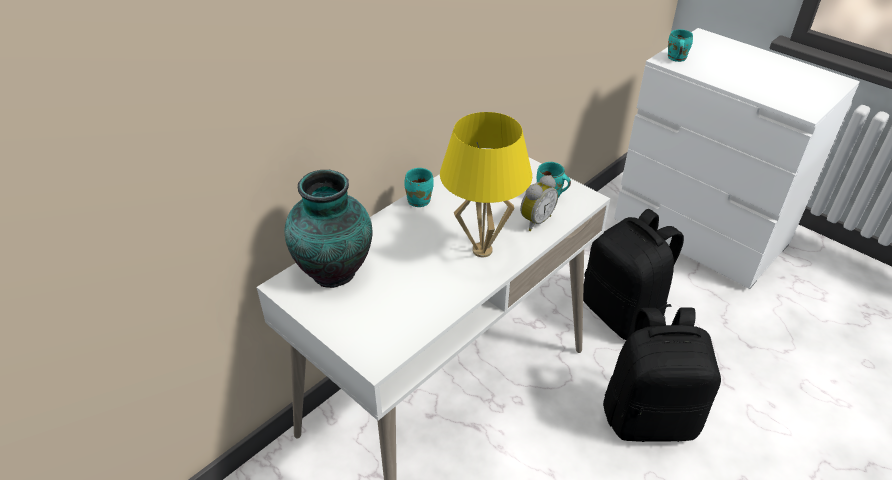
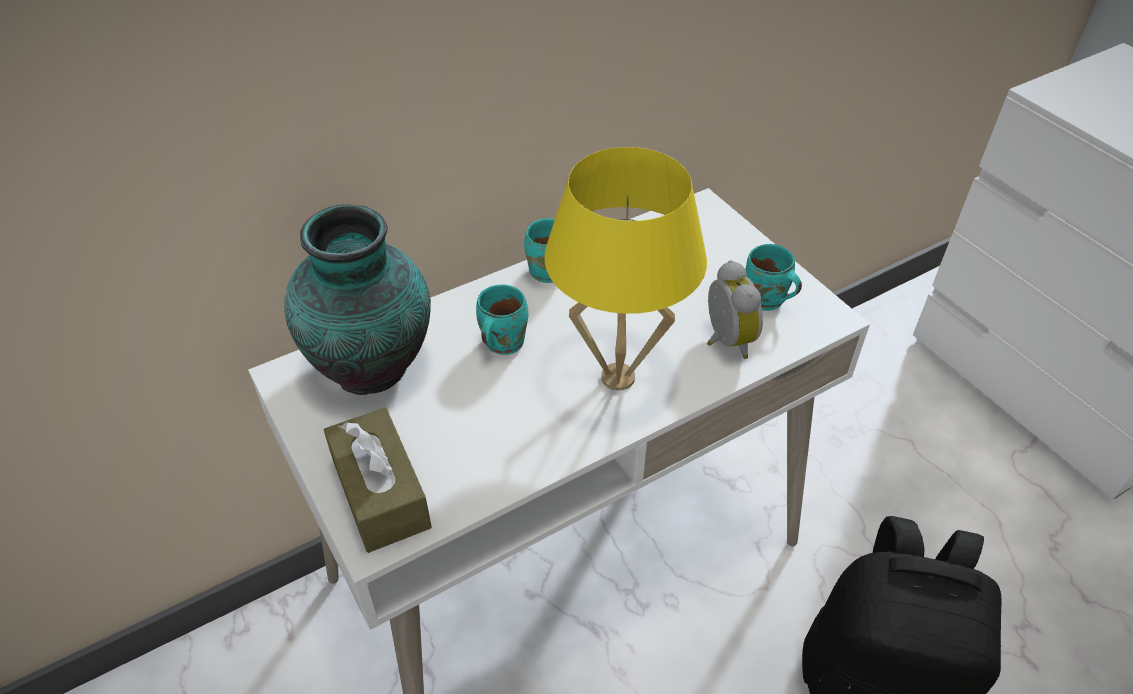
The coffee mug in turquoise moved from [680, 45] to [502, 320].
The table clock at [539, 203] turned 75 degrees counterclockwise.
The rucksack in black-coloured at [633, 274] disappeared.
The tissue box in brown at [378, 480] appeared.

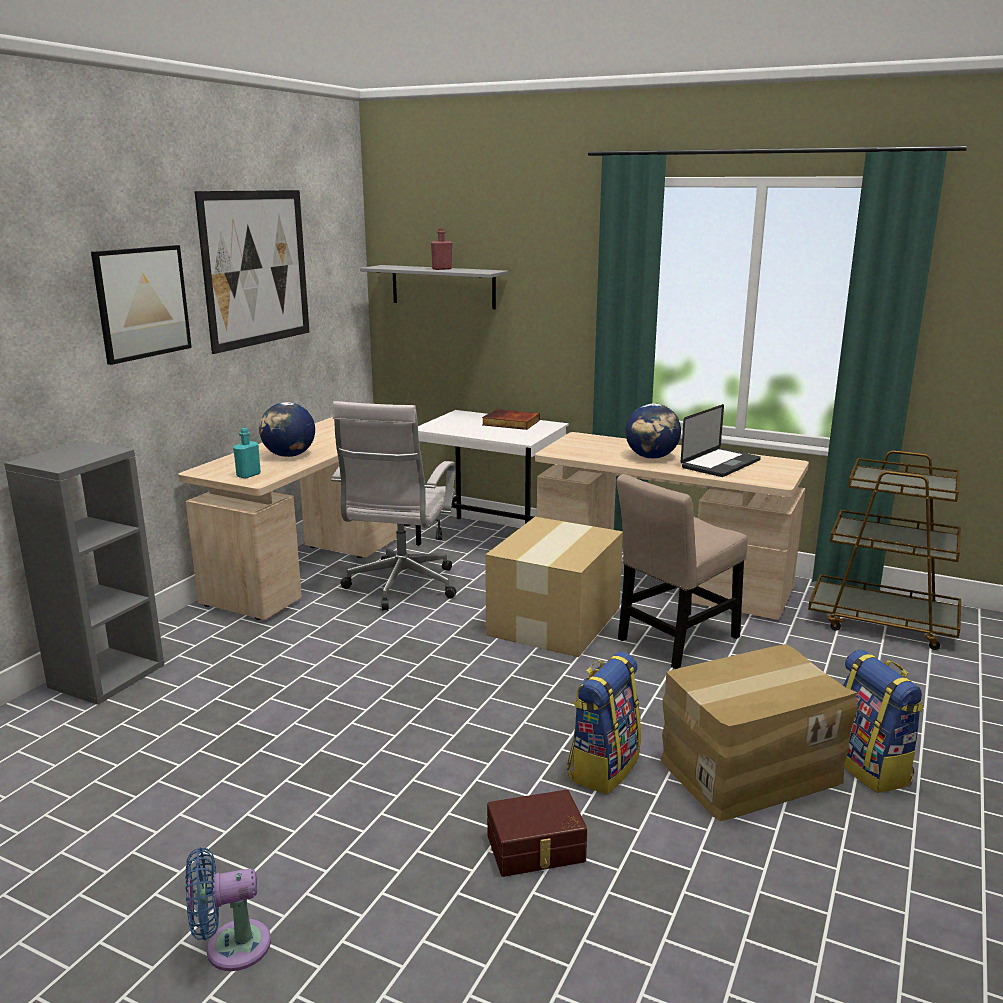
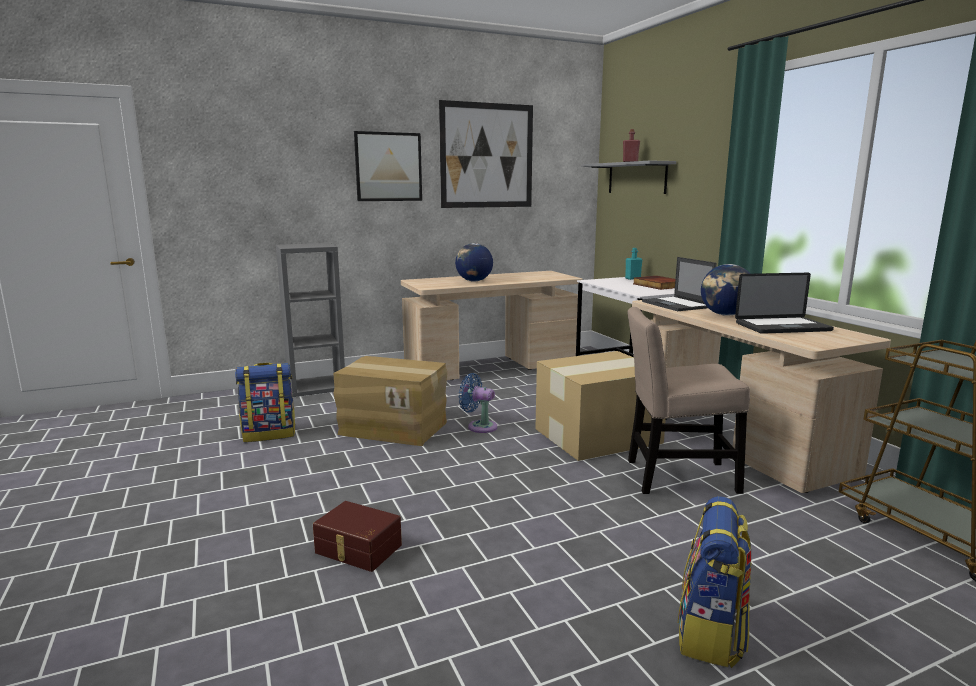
The desk chair in white at [393, 506] disappeared.
The beverage bottle in turquoise moved from [247, 453] to [634, 264].
The packing box moved from [759, 732] to [390, 401].
The rucksack moved from [604, 723] to [265, 402].
The fan in blue moved from [228, 909] to [478, 403].
The laptop at [679, 284] appeared.

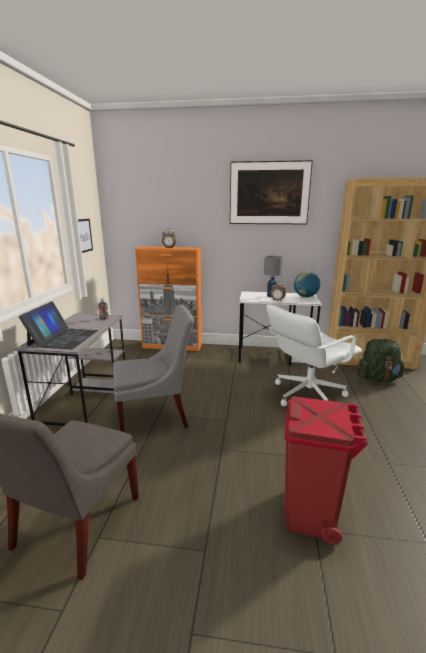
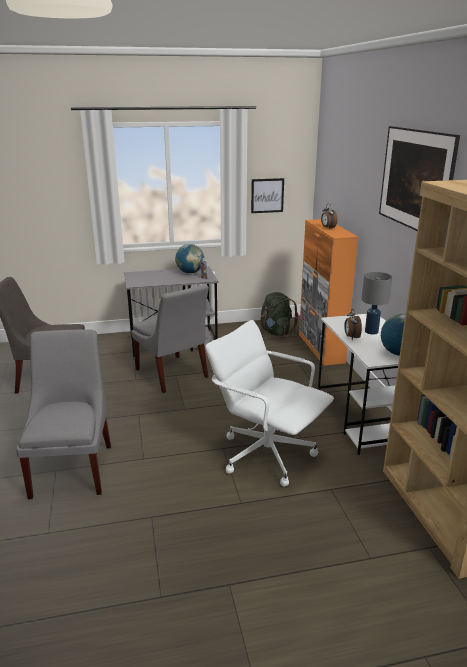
The laptop at [58, 325] disappeared.
The rucksack in greenish moved from [380, 360] to [280, 314].
The trash can in red at [326, 470] was replaced by the plain chair in grey at [63, 414].
The desk globe at [189, 258] appeared.

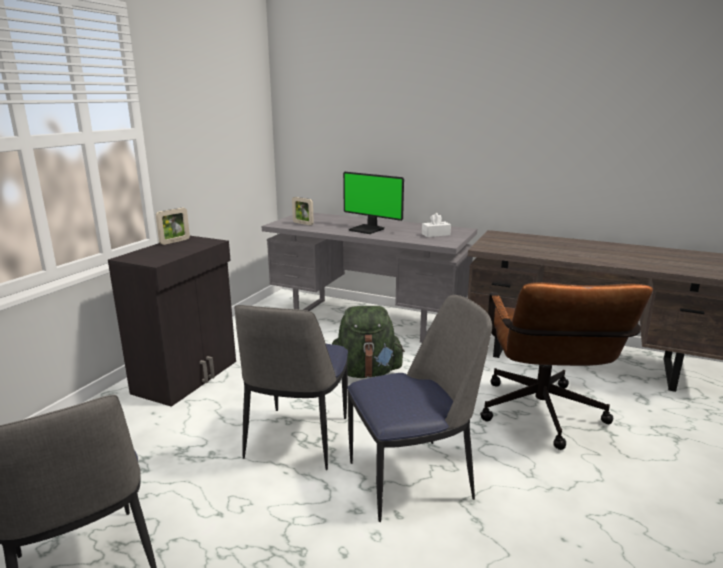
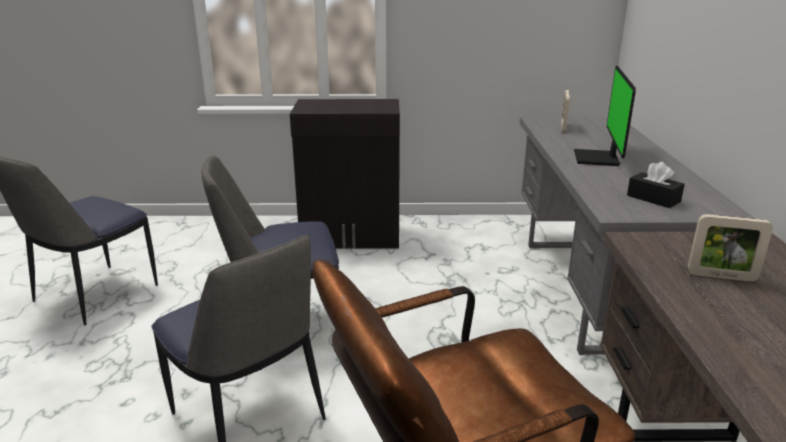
The photo frame moved from [173, 226] to [730, 248].
The tissue box in white at [436, 225] became the tissue box in black-coloured at [656, 185].
The rucksack in greenish at [368, 342] disappeared.

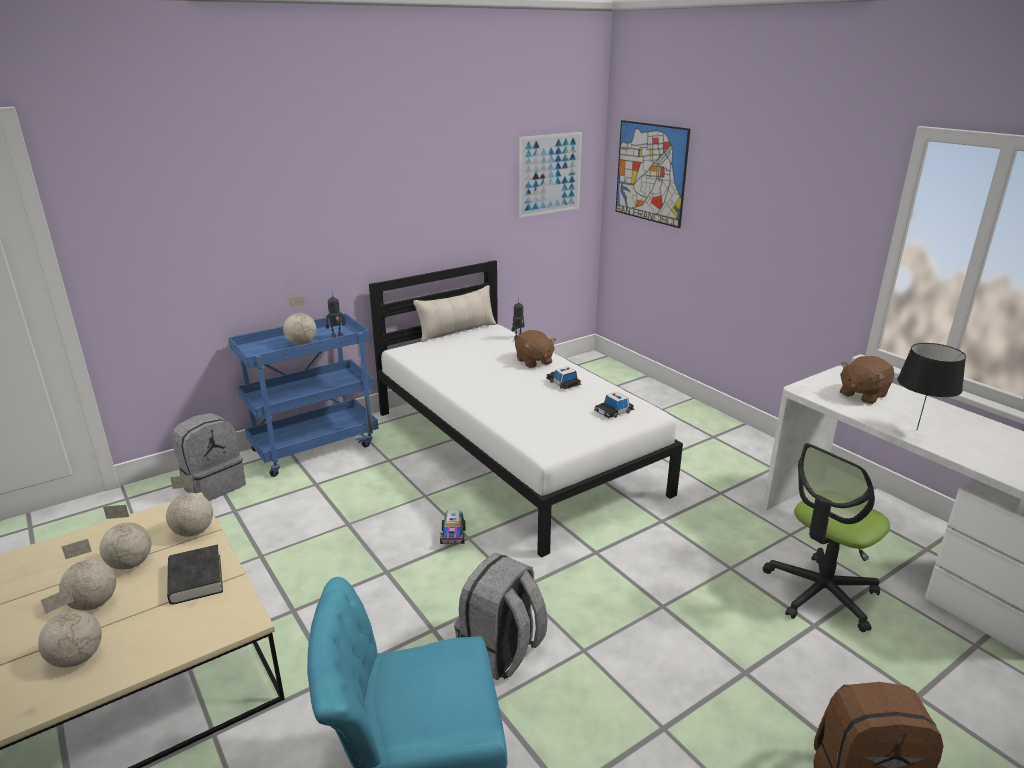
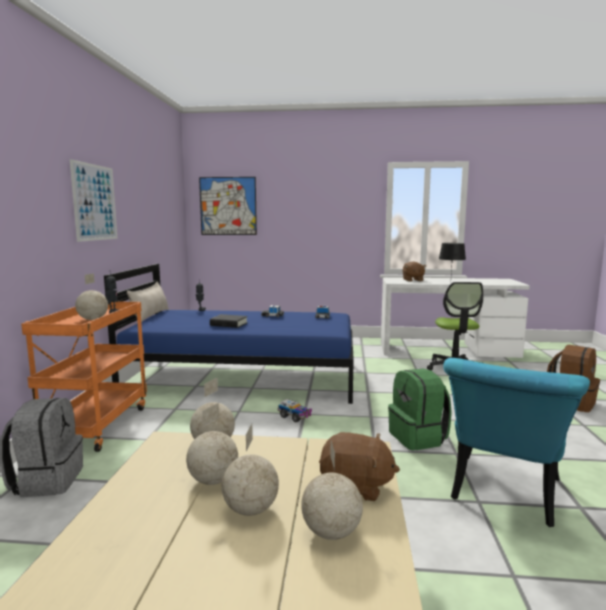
The wall art moved from [550, 175] to [94, 200].
The sleeping bed in white at [526, 409] became the sleeping bed in blue at [229, 334].
The trolley in blue at [303, 395] became the trolley in orange-coloured at [84, 376].
The soft toy in brown moved from [535, 349] to [359, 466].
The bound book in black-coloured moved from [195, 575] to [229, 321].
The rucksack in grey at [501, 616] became the rucksack in greenish at [420, 409].

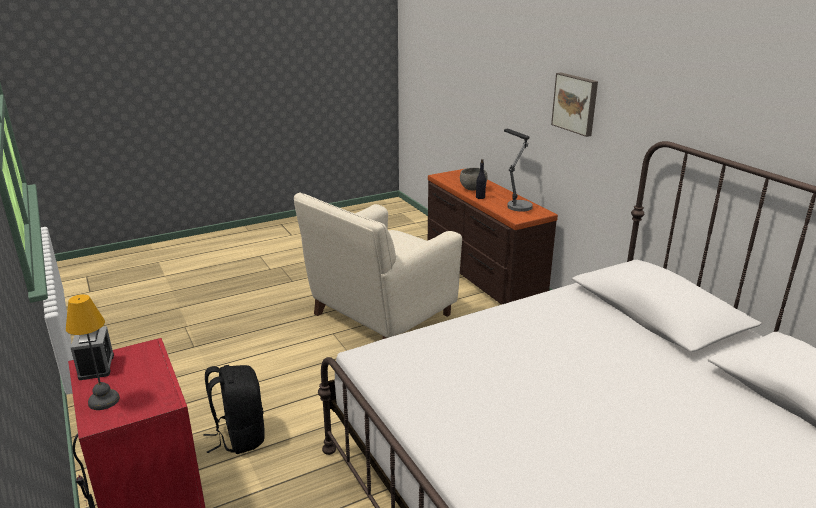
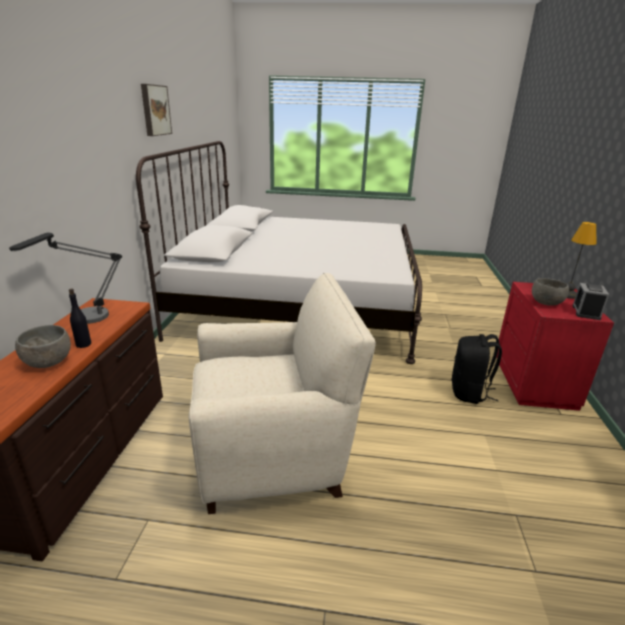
The wall art moved from [574, 105] to [156, 110].
The deep dish in grey at [550, 292] appeared.

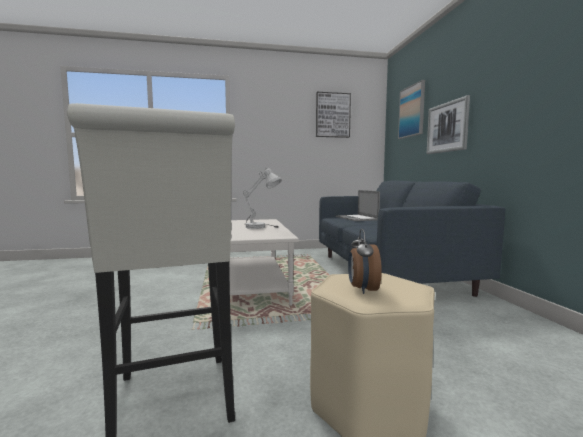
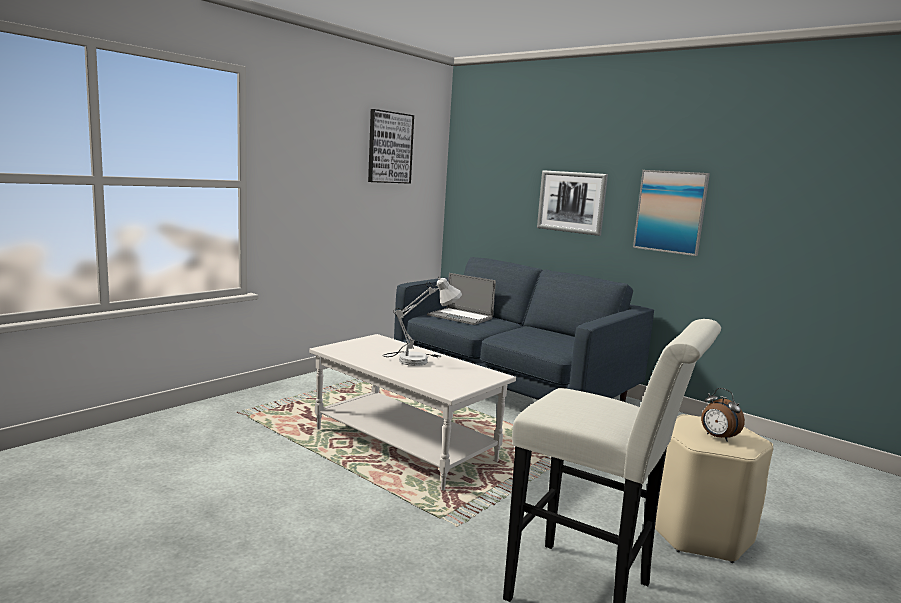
The wall art moved from [411, 109] to [671, 213].

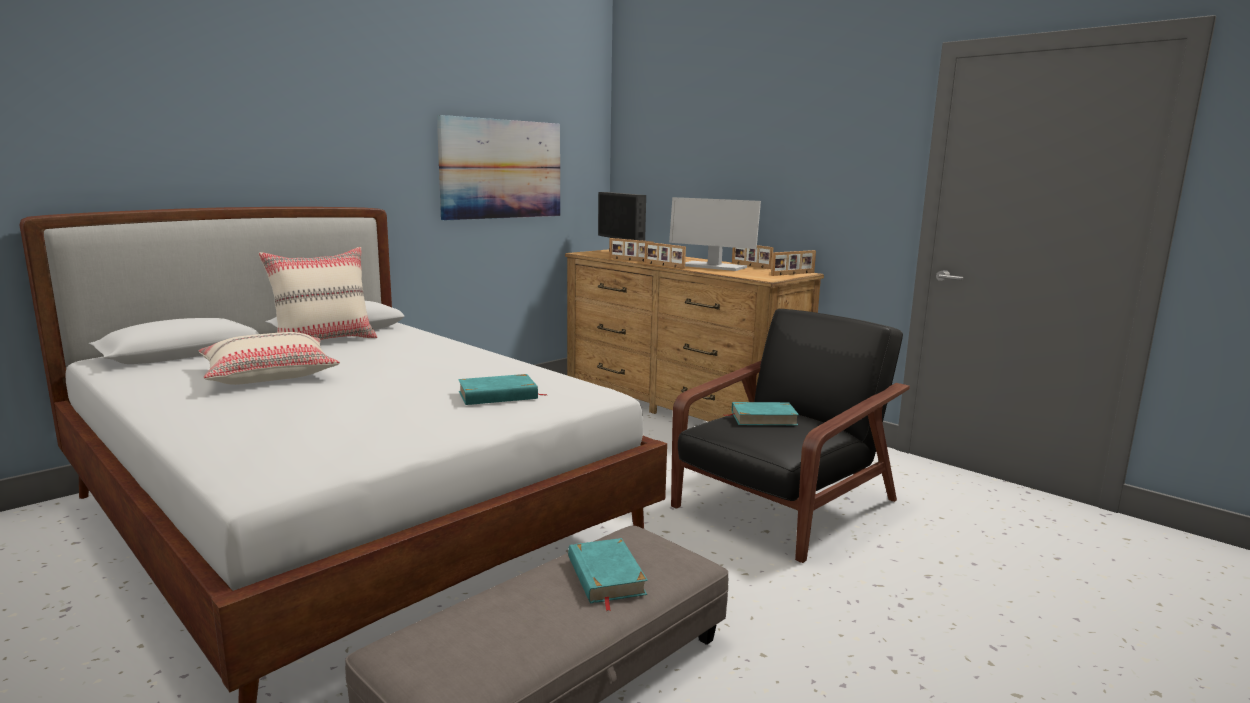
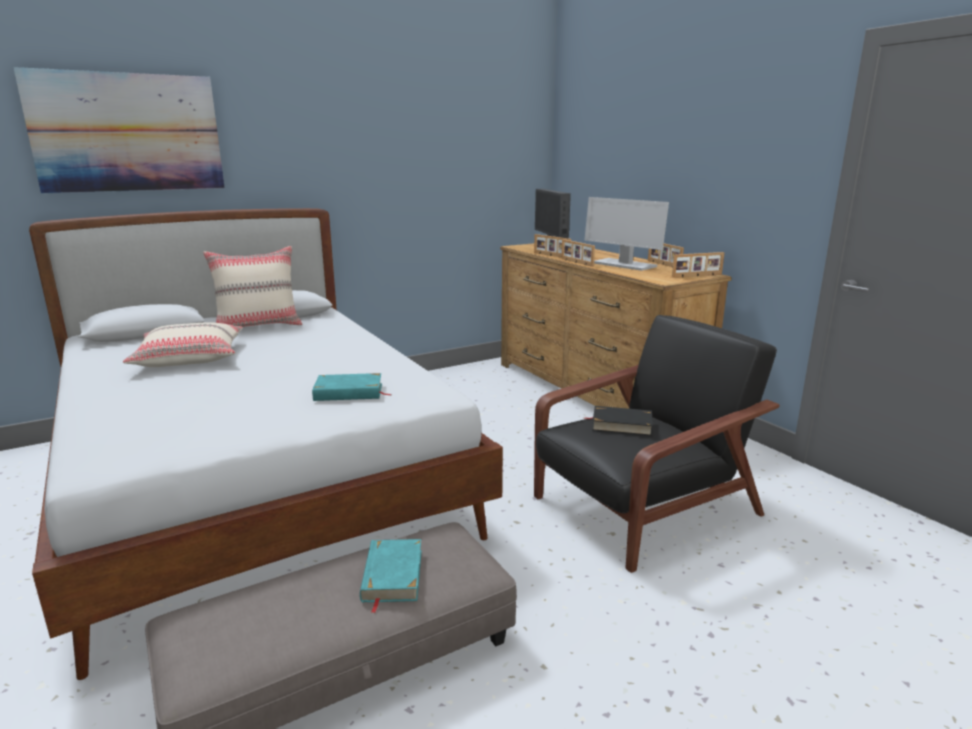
The wall art moved from [498, 167] to [119, 130].
The bound book in turquoise at [761, 413] became the bound book in black-coloured at [618, 421].

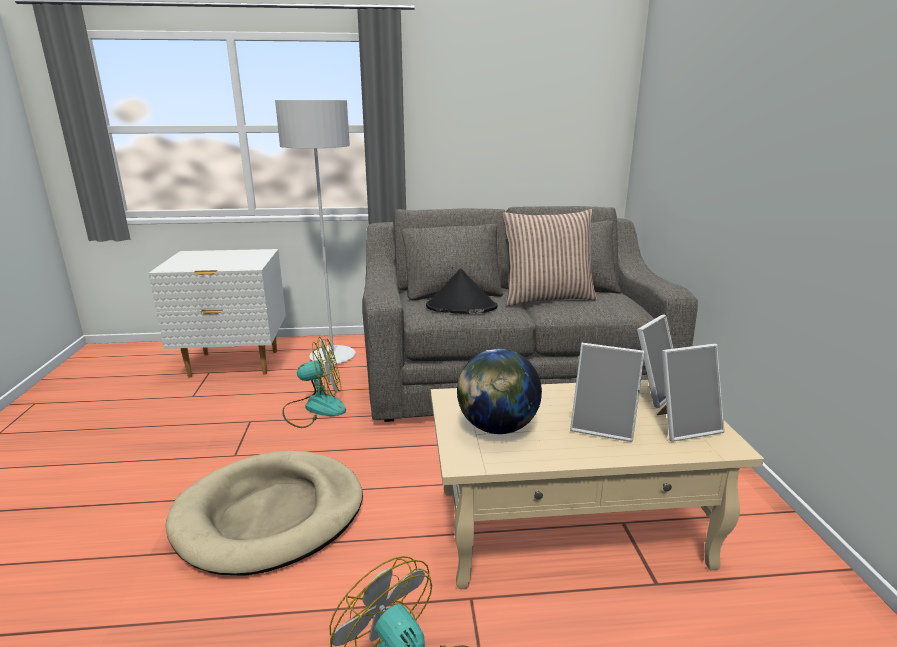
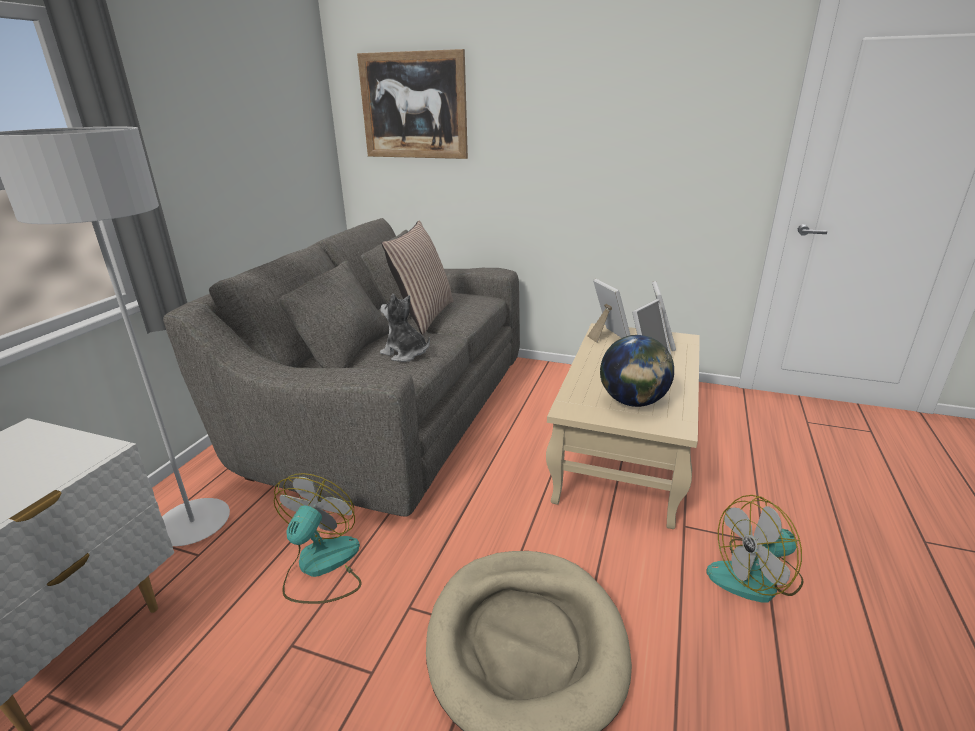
The wearable hat in black-coloured at [462, 291] was replaced by the soft toy at [405, 328].
The wall art at [412, 104] appeared.

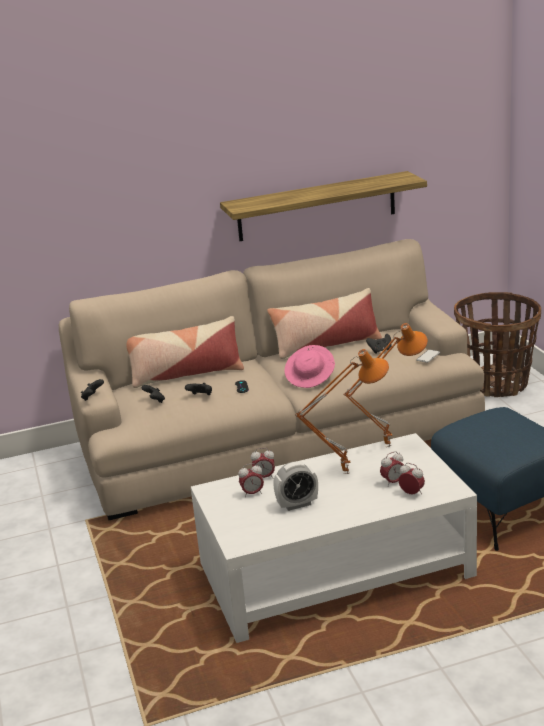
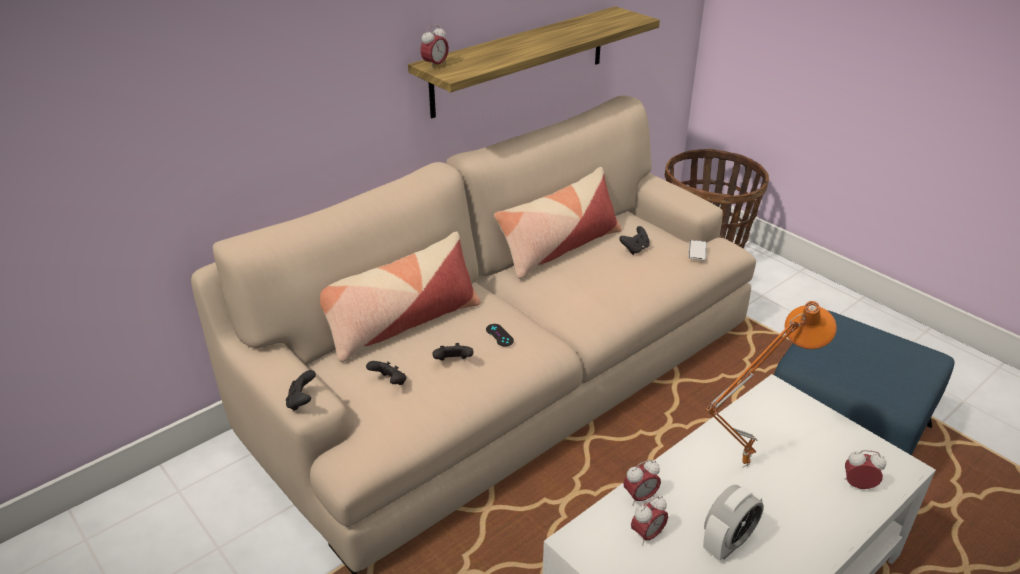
The table lamp in orange-coloured at [386, 385] disappeared.
The wearable hat in pinkish at [310, 366] disappeared.
The table clock moved from [392, 469] to [434, 47].

